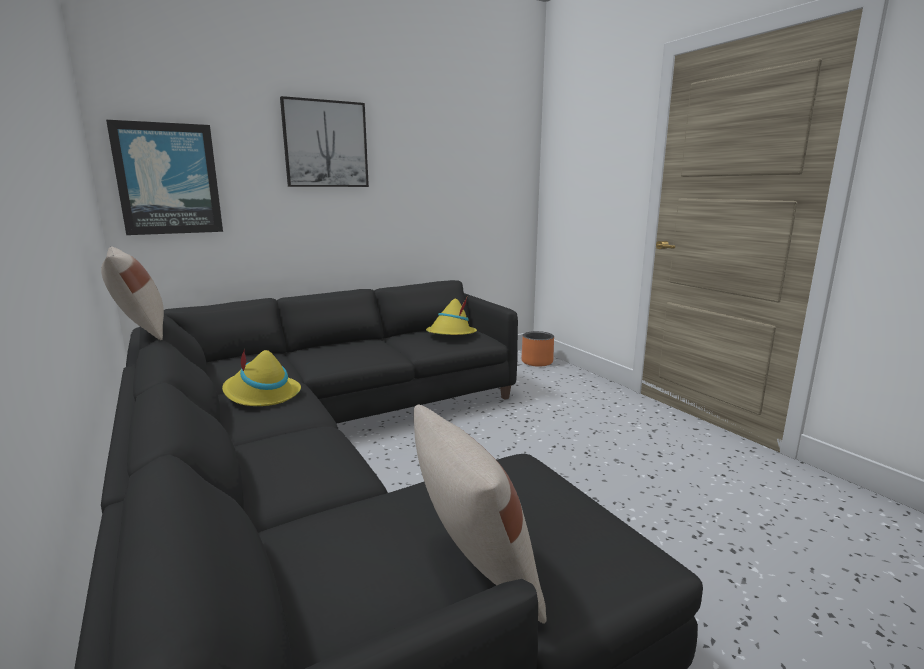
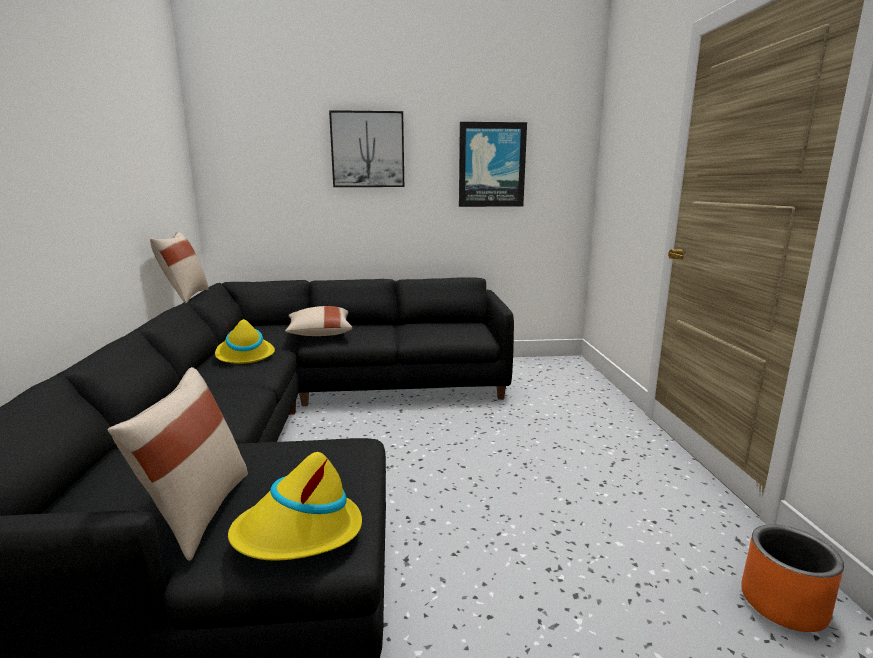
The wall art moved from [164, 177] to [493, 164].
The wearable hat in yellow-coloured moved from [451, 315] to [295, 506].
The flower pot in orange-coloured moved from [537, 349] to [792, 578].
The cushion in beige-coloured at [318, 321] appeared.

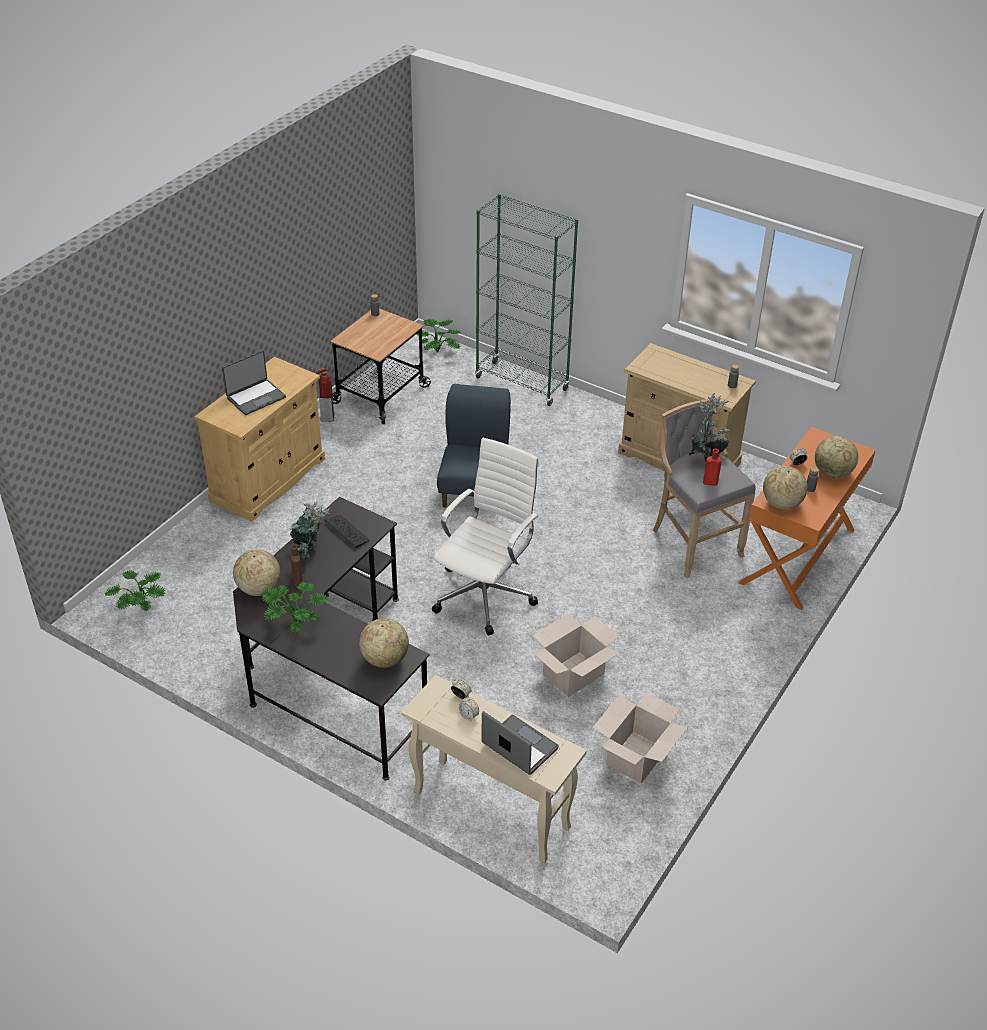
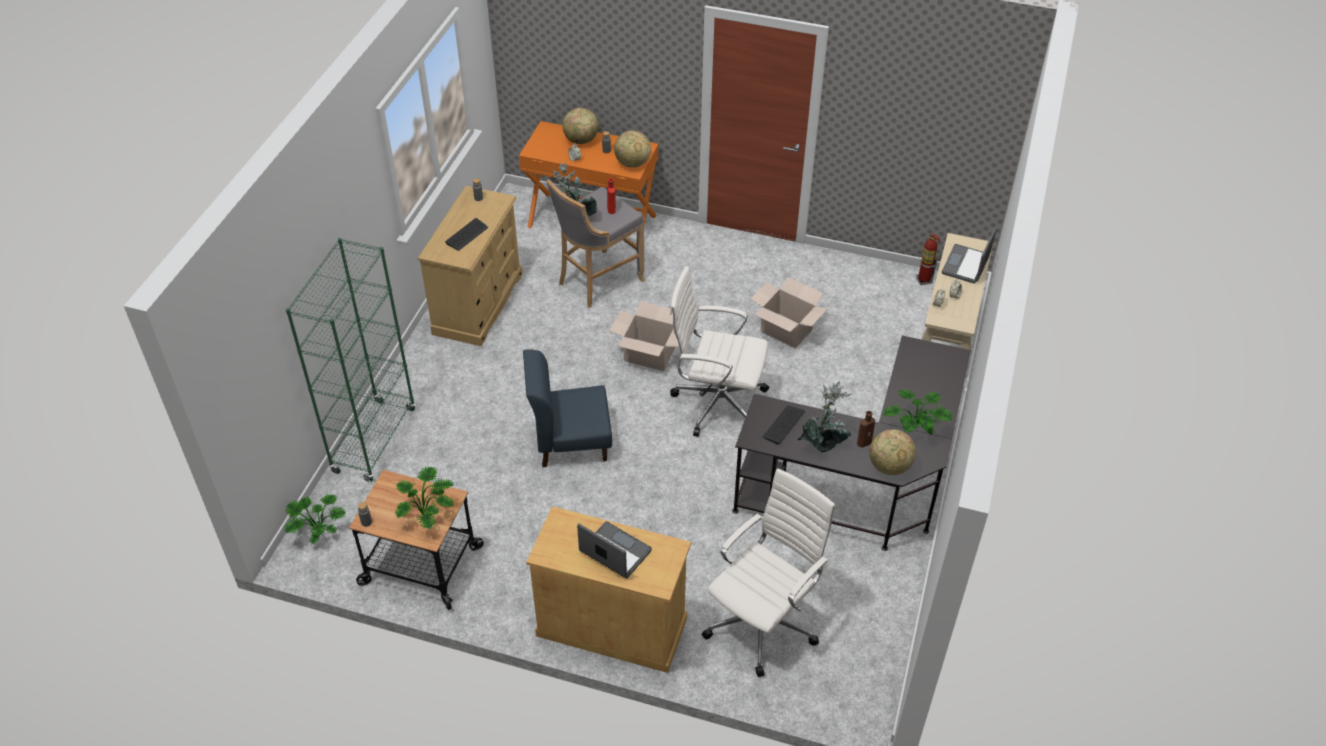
The fire extinguisher moved from [325, 395] to [928, 259].
The potted plant moved from [134, 591] to [424, 498].
The desk globe at [384, 643] disappeared.
The packing box moved from [640, 738] to [644, 336].
The keyboard at [466, 234] appeared.
The desk chair in white at [768, 572] appeared.

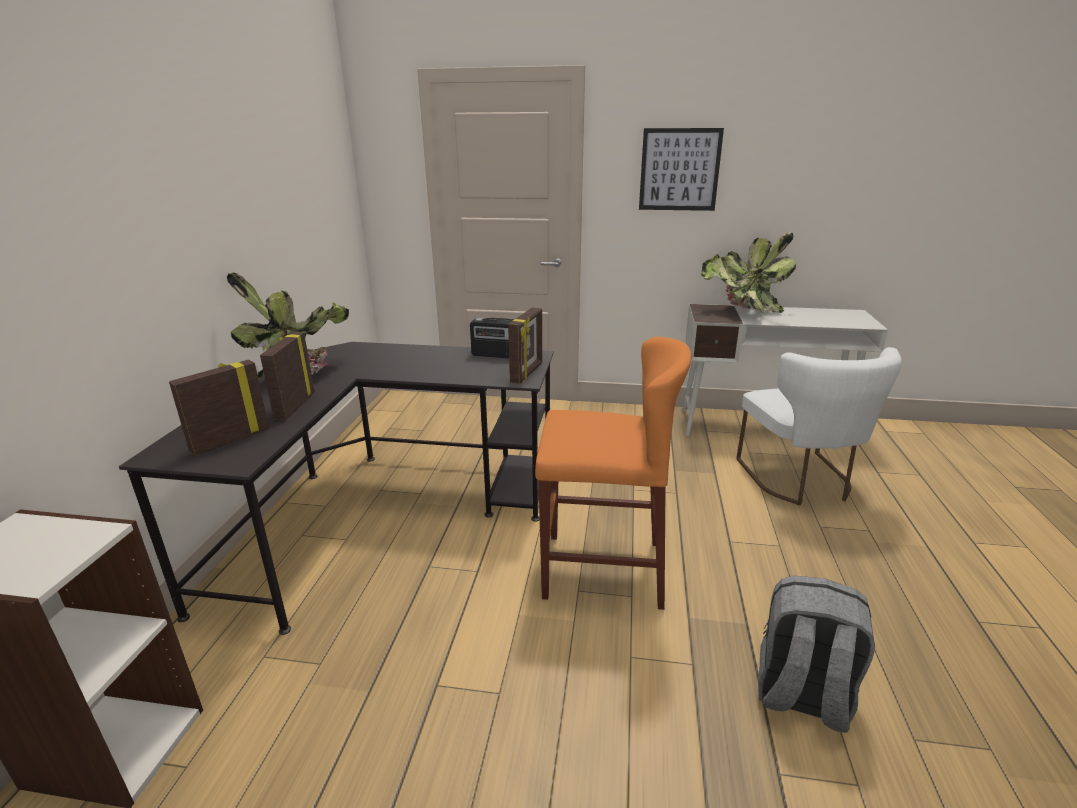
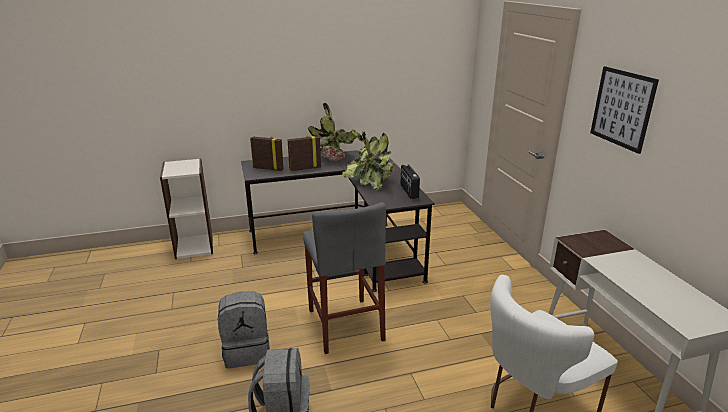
The potted plant moved from [748, 273] to [368, 160].
The photo frame at [525, 345] disappeared.
The stool seat in orange-coloured at [613, 473] became the stool seat in grey at [344, 278].
The rucksack in grey at [244, 330] appeared.

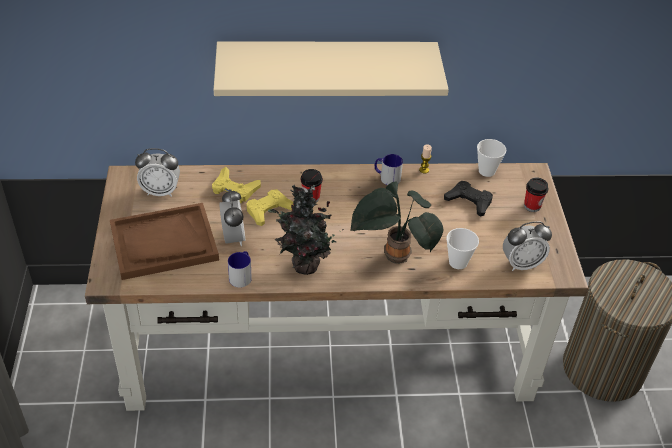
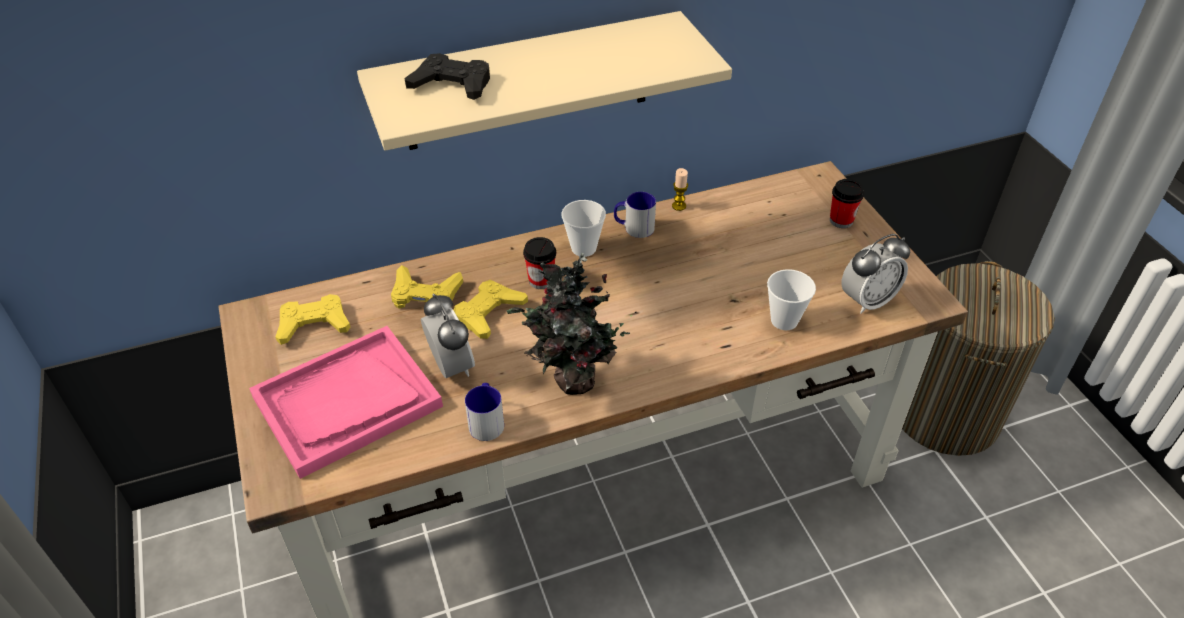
The cup moved from [491, 158] to [583, 228].
The table clock at [157, 172] was replaced by the joypad in yellow-coloured at [312, 319].
The potted plant at [396, 222] disappeared.
The joypad in black-coloured moved from [468, 199] to [447, 76].
The carrying tray in brown at [164, 241] became the carrying tray in pinkish at [346, 402].

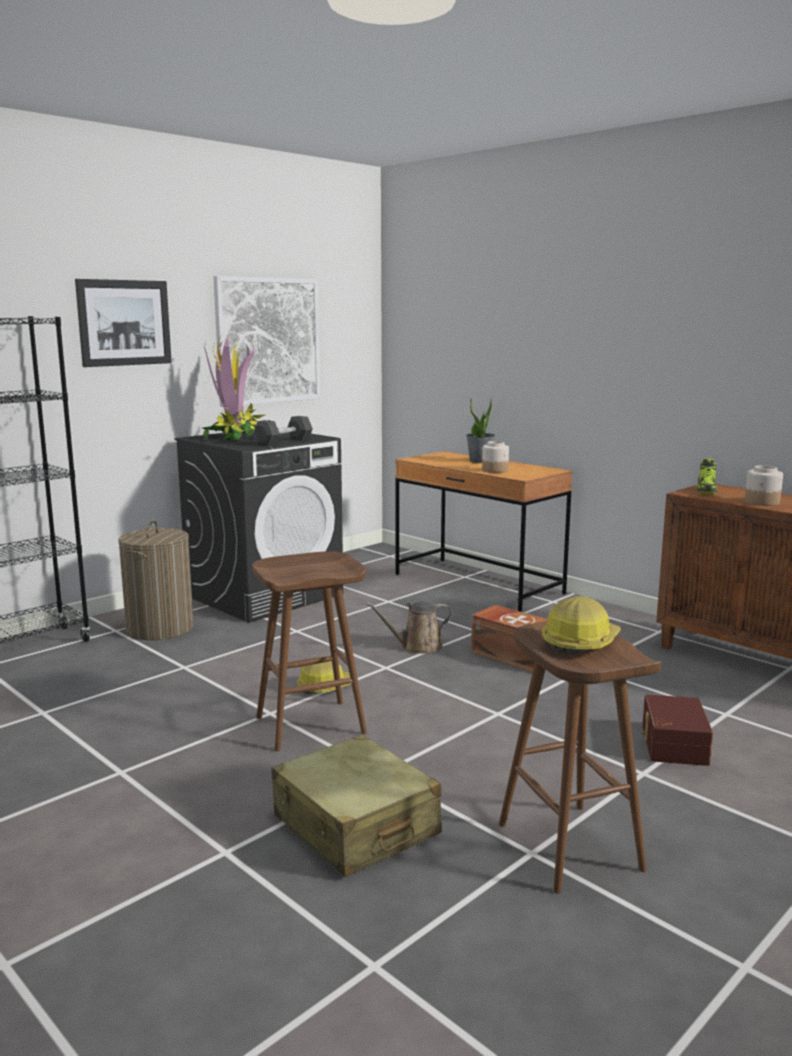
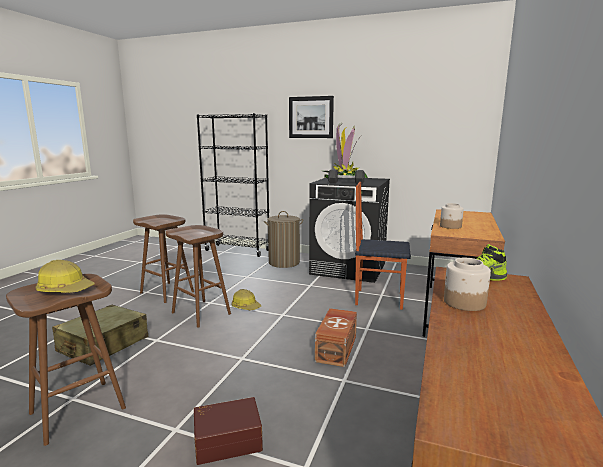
The wall art at [266, 341] disappeared.
The potted plant at [480, 429] disappeared.
The sprinkling can in brown at [409, 627] disappeared.
The plain chair at [383, 246] appeared.
The stool seat in brown at [163, 258] appeared.

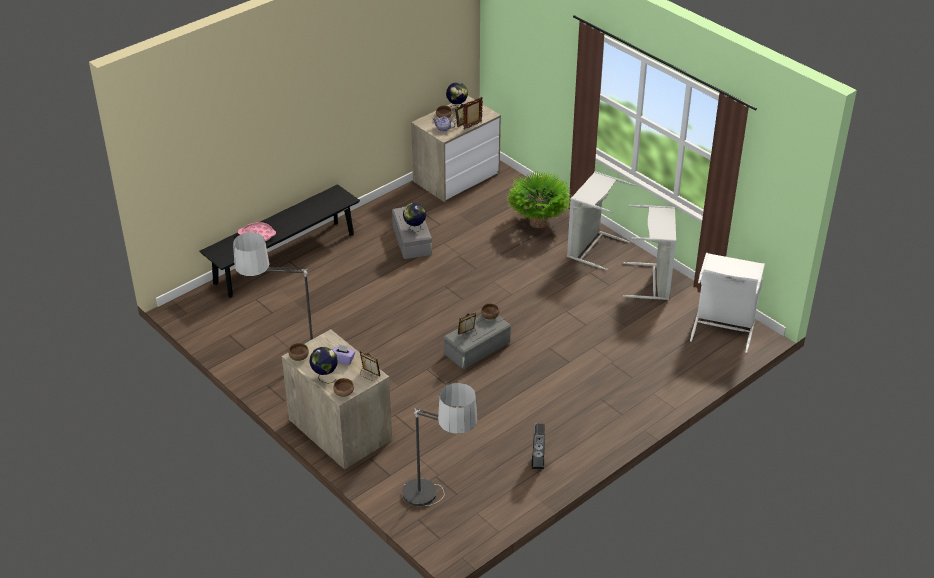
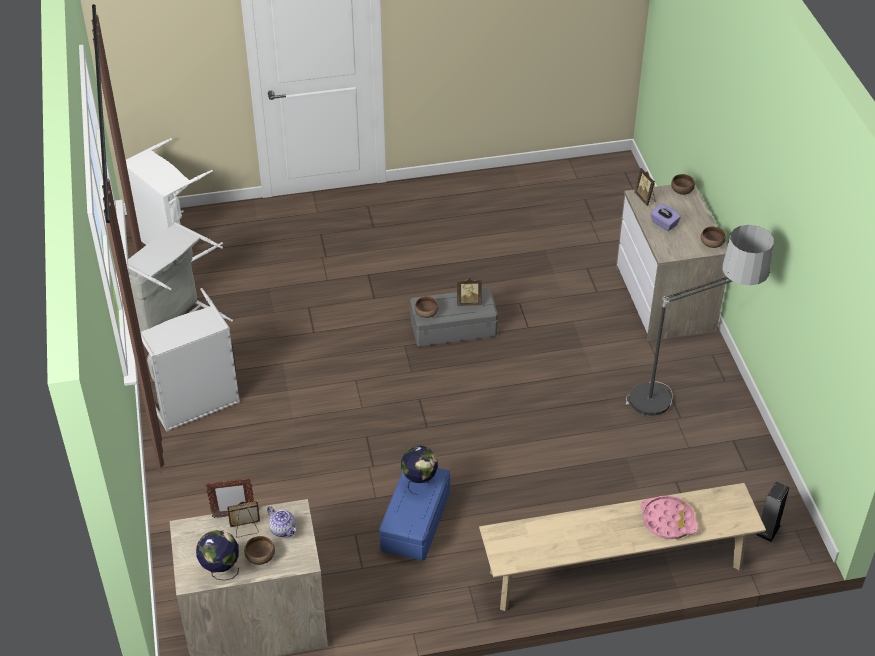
The potted plant at [539, 199] disappeared.
The bench in black-coloured at [279, 241] became the bench in beige-coloured at [622, 547].
The storage container in grey at [412, 232] became the storage container in blue at [414, 514].
The desk globe at [323, 365] disappeared.
The standing lamp at [439, 444] disappeared.
The loudspeaker moved from [538, 446] to [772, 511].

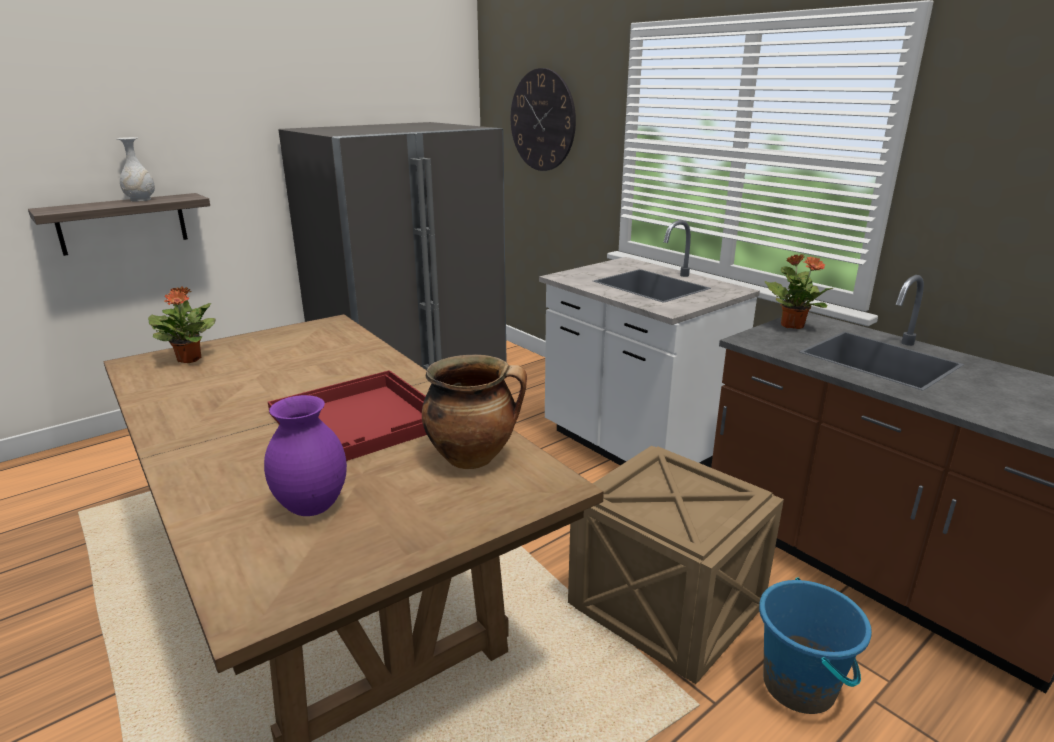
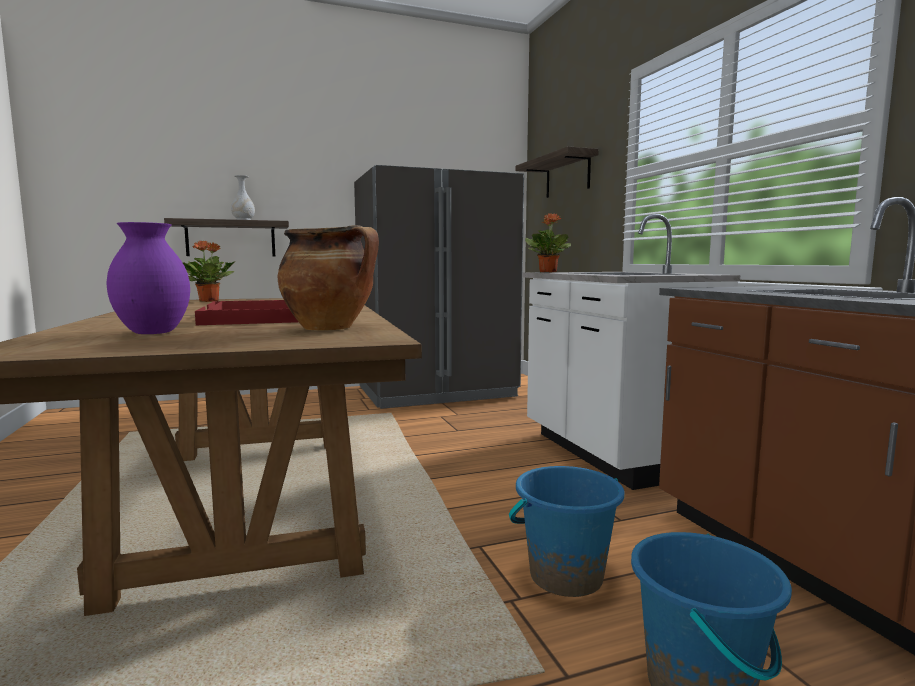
The hanging clock at [543, 119] was replaced by the bracket shelf at [557, 172].
The potted plant moved from [799, 291] to [548, 242].
The crate at [676, 565] was replaced by the pail in blue at [567, 531].

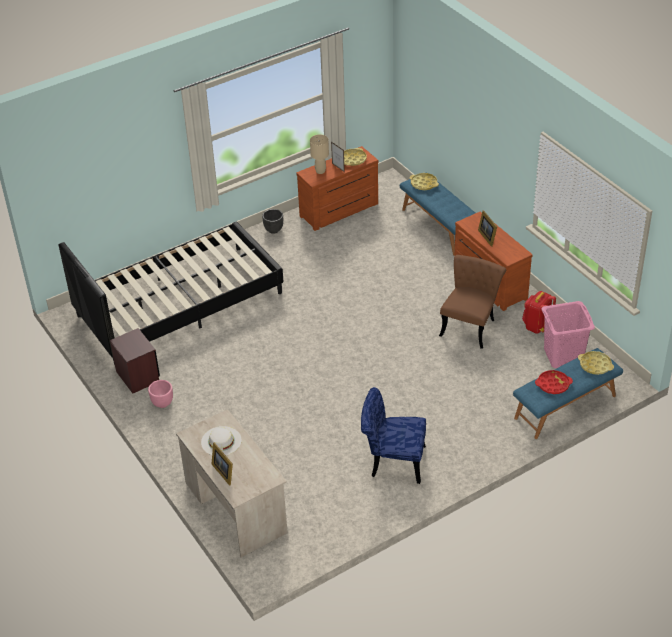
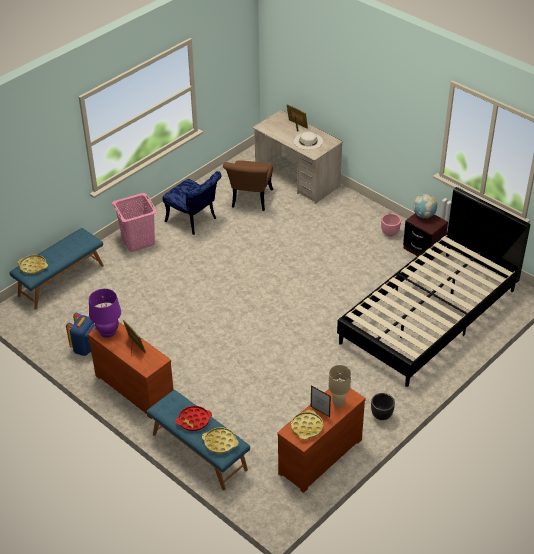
The plain chair in brown moved from [473, 302] to [248, 185].
The rucksack in red at [539, 312] became the rucksack in blue at [81, 334].
The laundry basket in pinkish moved from [568, 334] to [134, 222].
The carrying tray in red moved from [554, 382] to [194, 418].
The plain chair in blue at [393, 435] turned 45 degrees clockwise.
The desk globe at [425, 206] appeared.
The table lamp in purplish at [105, 313] appeared.

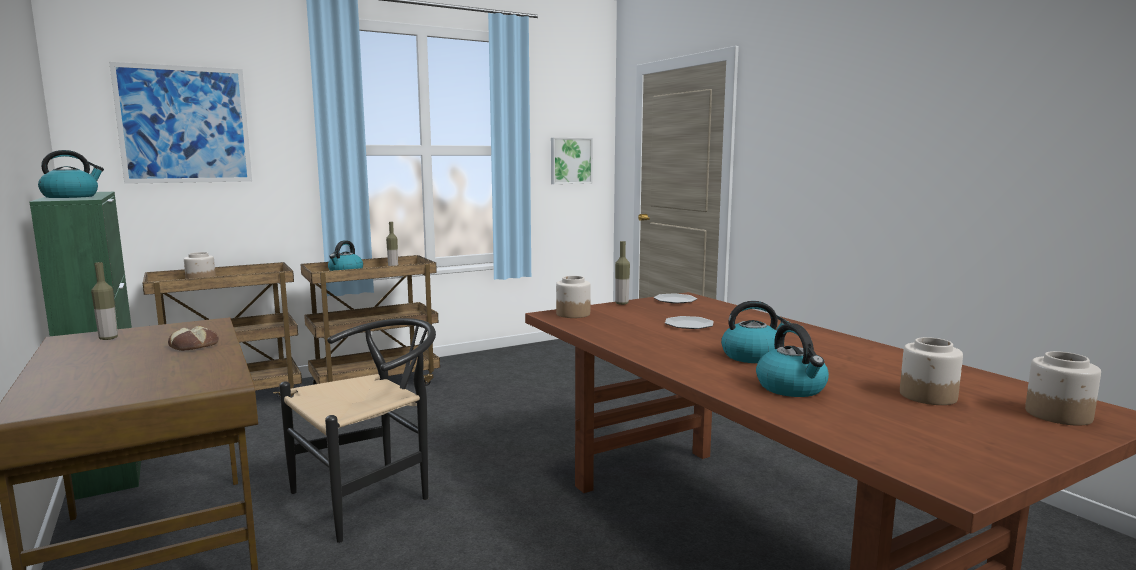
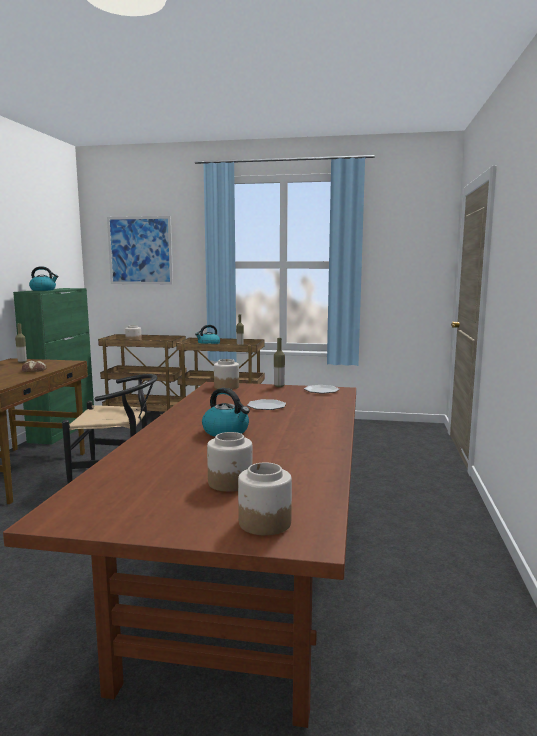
The wall art at [572, 161] disappeared.
The water kettle at [792, 360] disappeared.

